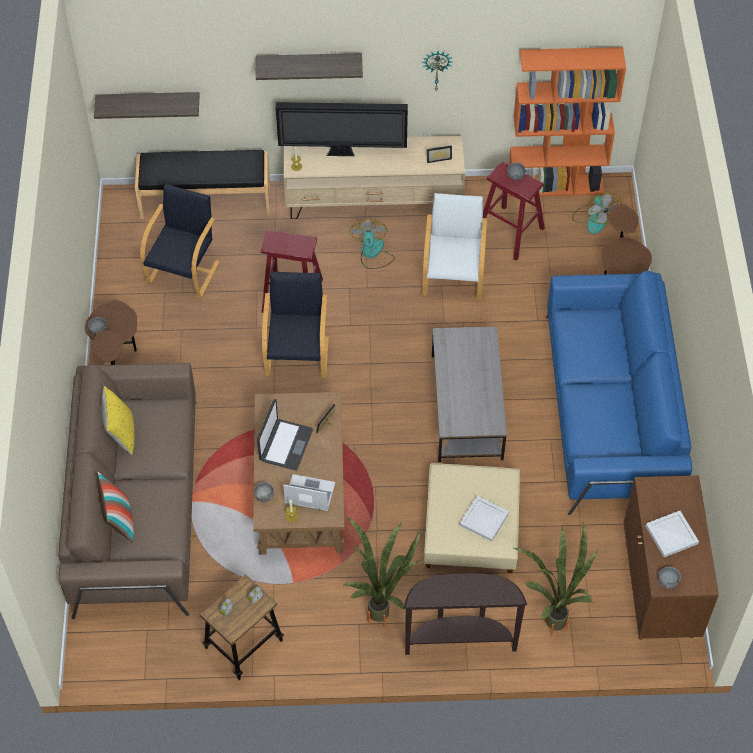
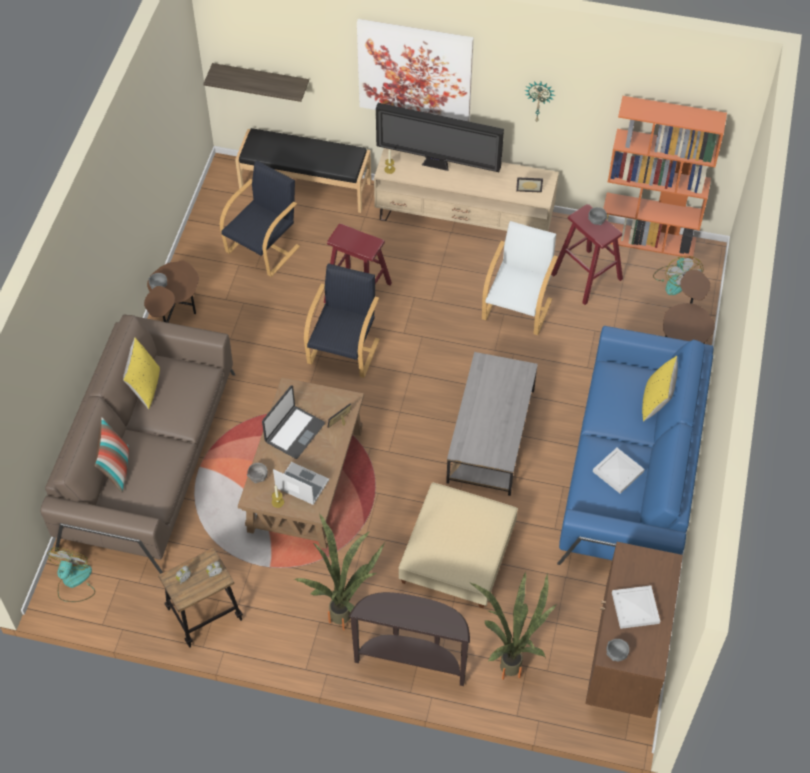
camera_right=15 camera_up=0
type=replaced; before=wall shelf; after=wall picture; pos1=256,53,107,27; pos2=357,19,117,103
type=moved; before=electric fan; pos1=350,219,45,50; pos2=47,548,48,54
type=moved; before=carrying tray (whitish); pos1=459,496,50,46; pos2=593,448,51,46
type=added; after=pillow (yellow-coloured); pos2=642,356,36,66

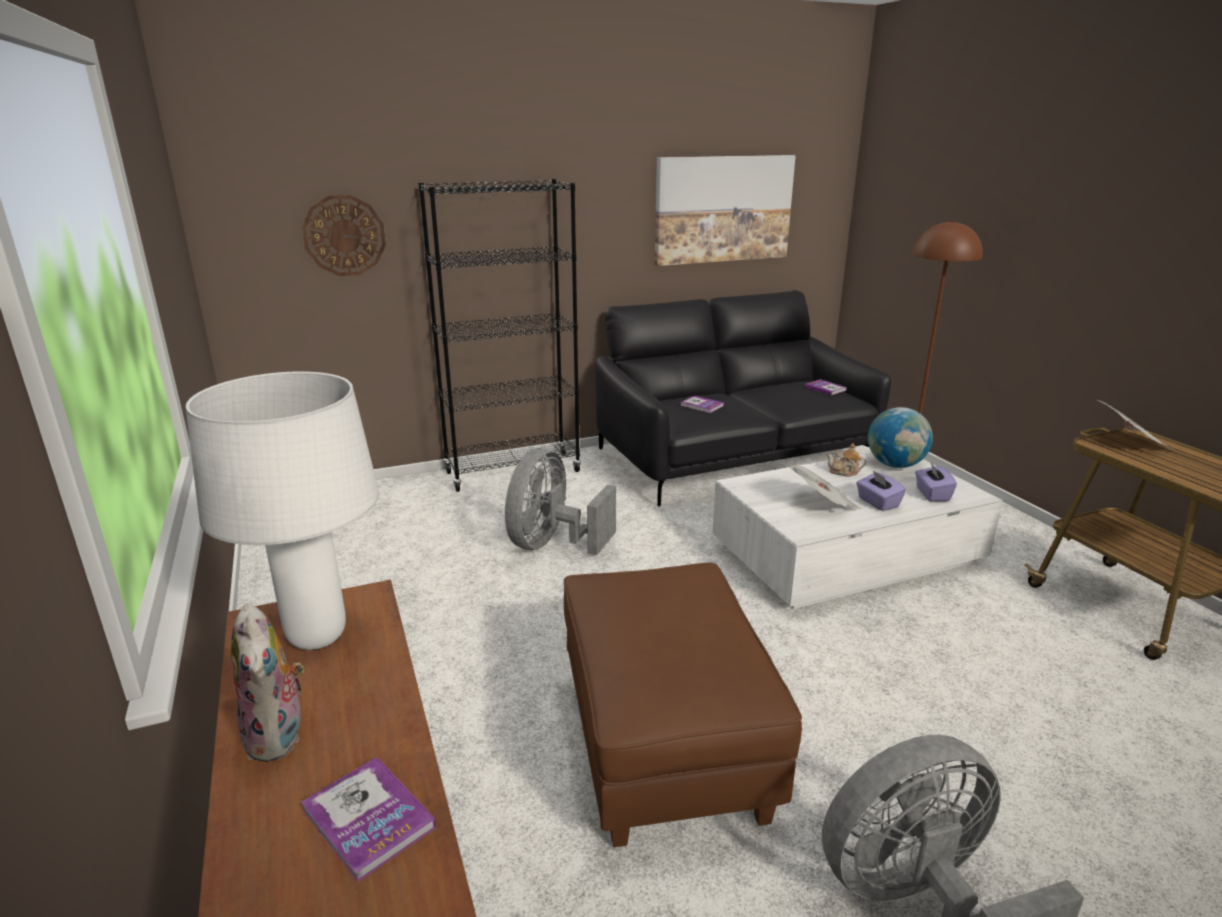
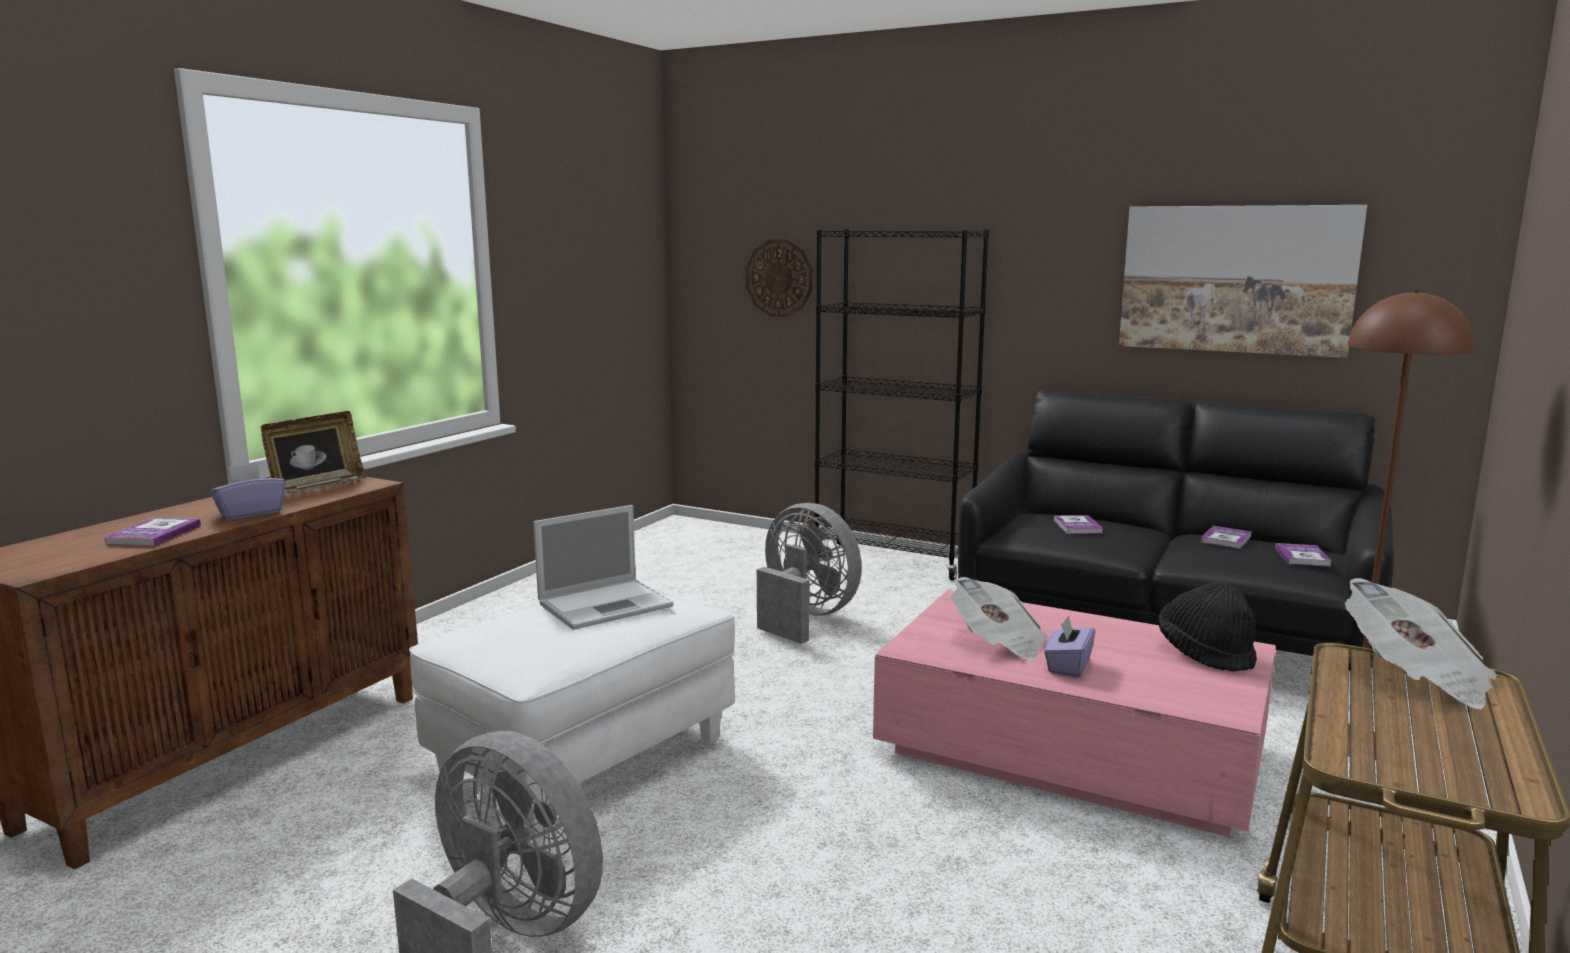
camera_right=50 camera_up=-10
type=replaced; before=lamp for a table (whitish); after=picture frame; pos1=186,371,193,279; pos2=261,411,105,85
type=replaced; before=desk globe; after=wearable hat (blackish); pos1=868,407,65,61; pos2=1158,582,99,90
type=removed; before=pot for tea; pos1=827,443,40,34
type=turned; before=electric fan (gray); pos1=505,448,111,107; pos2=757,503,105,141; turn=60
type=recoloured; before=lounge table (whitish); after=lounge table (pink); pos1=712,452,291,157; pos2=873,590,403,247
type=moved; before=tissue holder (purplish); pos1=915,463,42,38; pos2=210,463,76,57
type=recoloured; before=footrest (brownish); after=footrest (whitish); pos1=564,563,238,284; pos2=409,589,326,245
type=removed; before=plush toy; pos1=231,603,73,159
type=added; after=portable computer; pos2=533,505,140,125
type=added; after=volume; pos2=1200,526,52,23

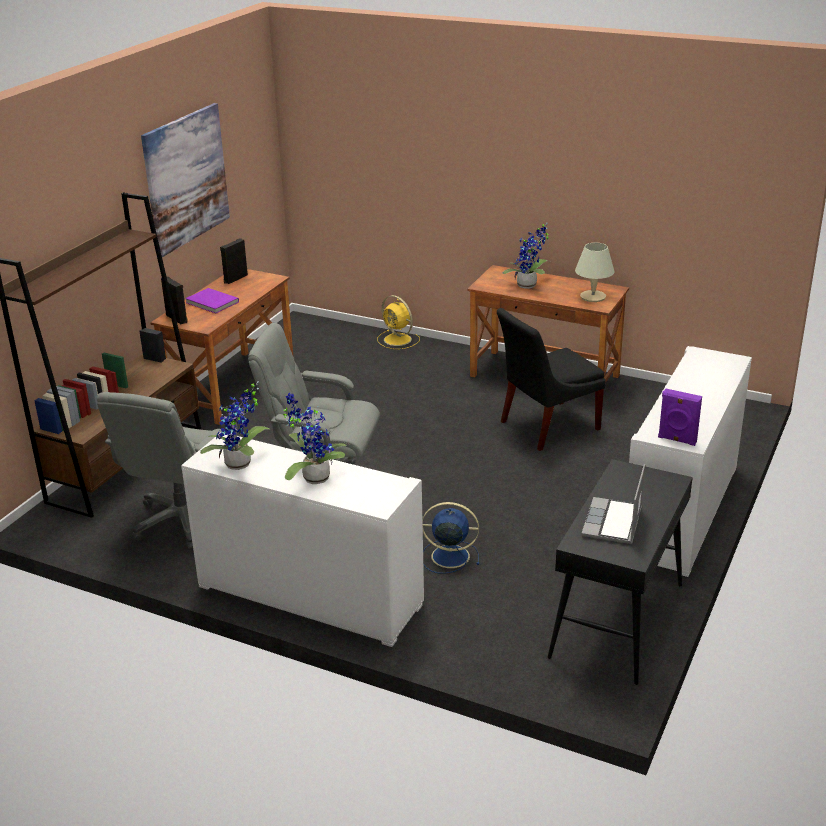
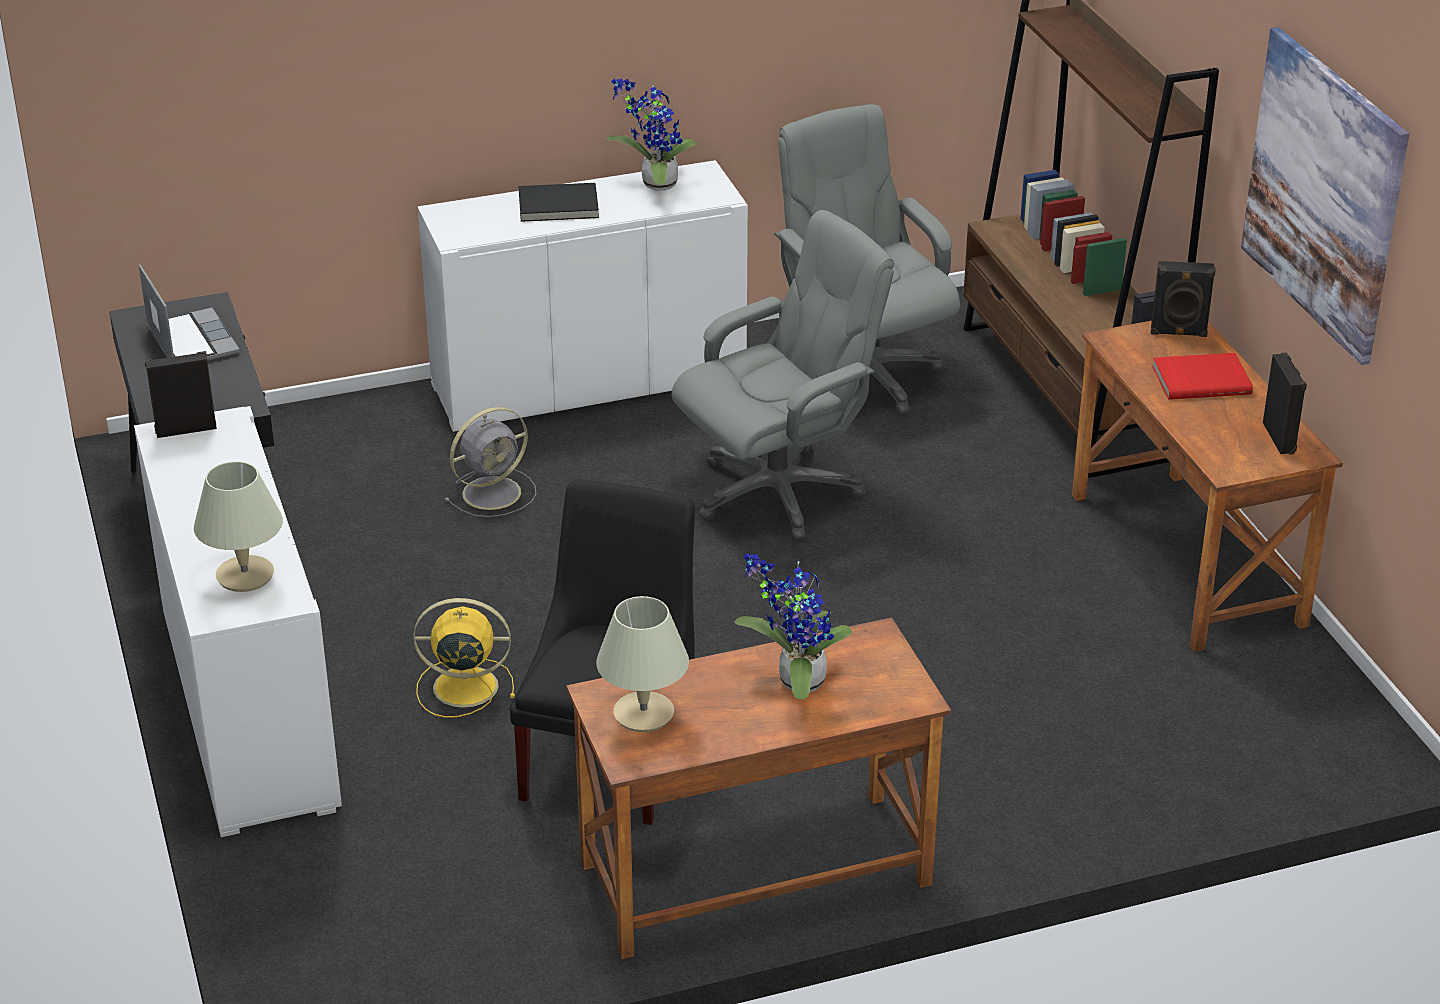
camera_right=135 camera_up=5
type=recoloured; before=volume (purplish); after=volume (red-coloured); pos1=185,288,54,25; pos2=1152,353,101,47
type=moved; before=electric fan (yellow-coloured); pos1=377,295,43,54; pos2=413,598,102,120
type=recoloured; before=speaker (purplish); after=speaker (blackish); pos1=658,388,44,58; pos2=144,351,73,87
type=replaced; before=houseplant; after=volume (blackish); pos1=283,393,64,91; pos2=519,183,80,39
type=recoloured; before=electric fan (bluish); after=electric fan (gray); pos1=422,502,57,72; pos2=444,407,92,110
type=added; after=lamp for a table (sand-coloured); pos2=194,461,89,131

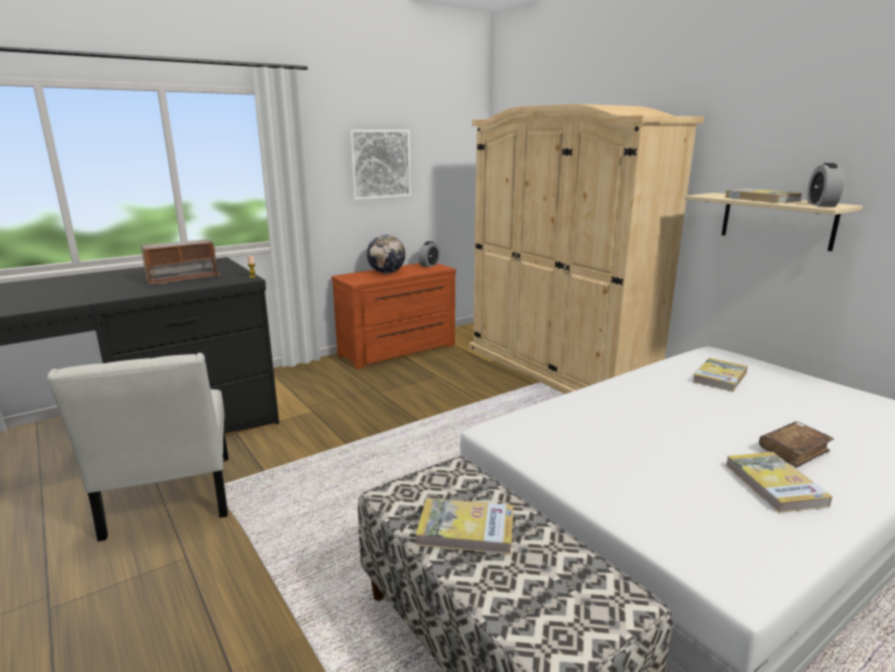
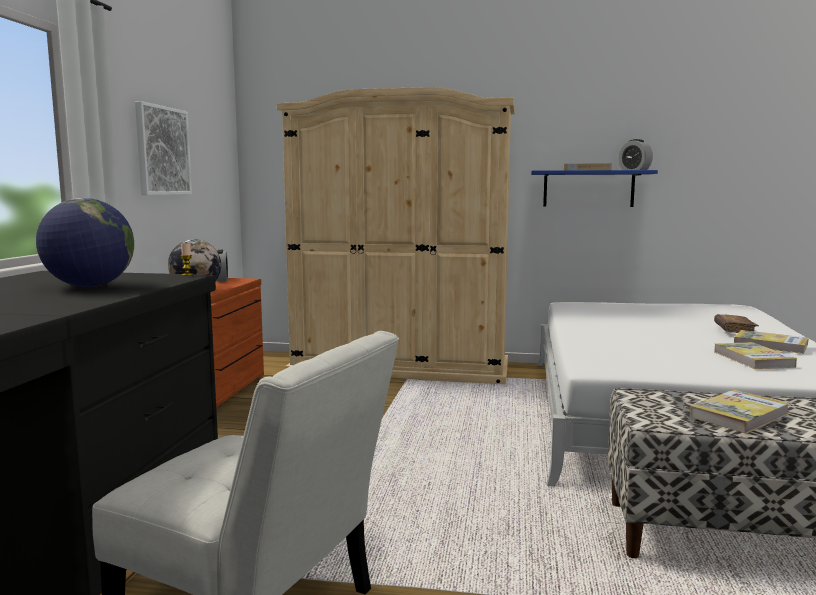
camera_right=-45 camera_up=-10
type=recoloured; before=wall shelf (sand-coloured); after=wall shelf (bluish); pos1=685,193,178,58; pos2=531,170,127,37
type=replaced; before=radio; after=desk globe; pos1=141,239,80,46; pos2=36,198,98,89
type=moved; before=volume; pos1=692,358,56,34; pos2=714,342,83,27

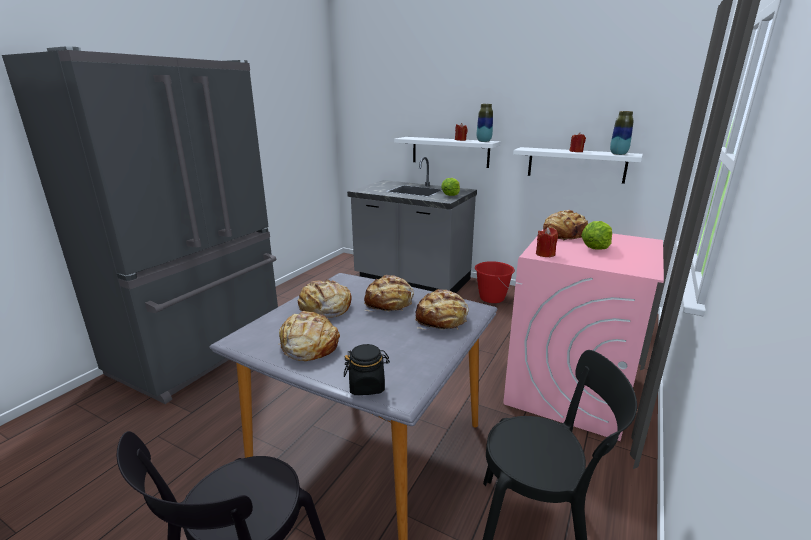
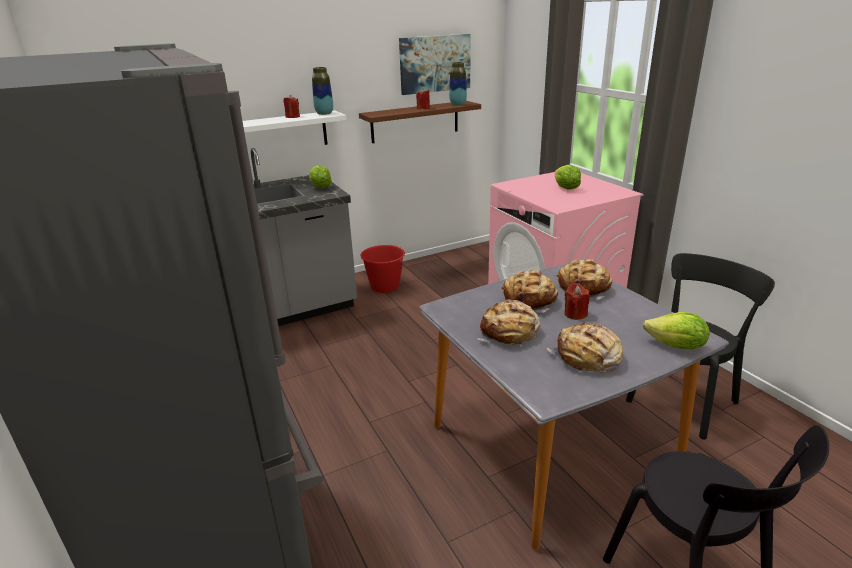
camera_right=-55 camera_up=5
type=recoloured; before=wall shelf (whitish); after=wall shelf (brownish); pos1=513,147,130,37; pos2=359,101,122,42
type=removed; before=bread; pos1=543,210,45,30
type=moved; before=candle (red-coloured); pos1=536,227,22,30; pos2=564,283,26,37
type=replaced; before=storage jar (blackish); after=head of lettuce; pos1=344,344,46,51; pos2=643,312,67,37
type=added; after=wall picture; pos2=399,34,72,61

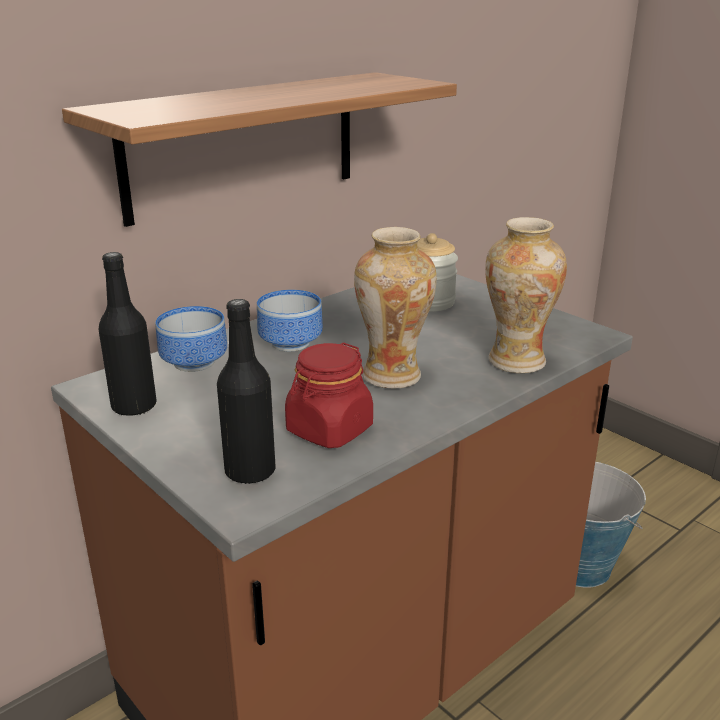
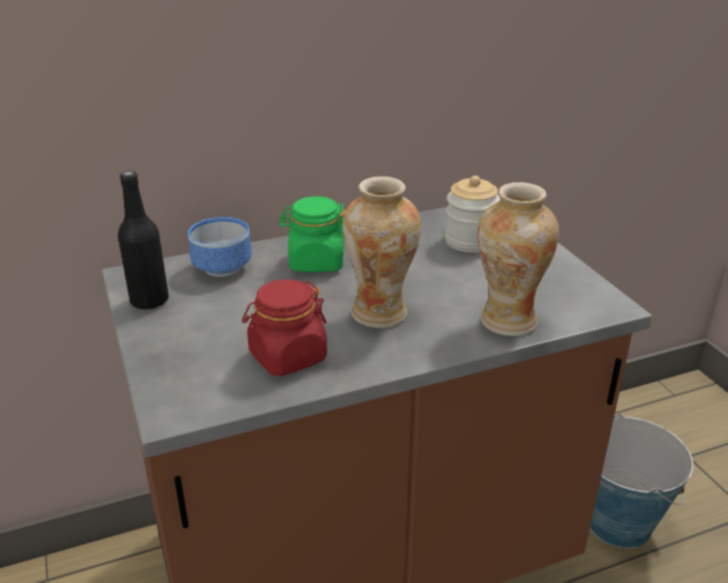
camera_right=20 camera_up=5
type=removed; before=wall shelf; pos1=62,72,395,155
type=replaced; before=serving bowl; after=storage jar (greenish); pos1=257,290,66,61; pos2=279,196,67,76
type=removed; before=beverage bottle (blackish); pos1=217,299,58,185

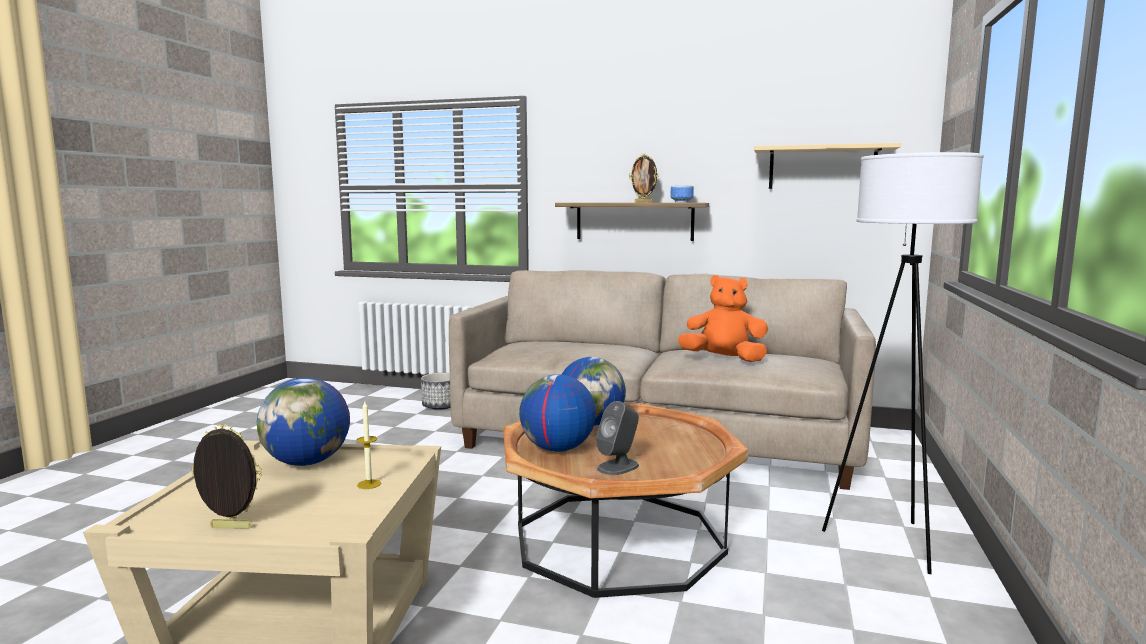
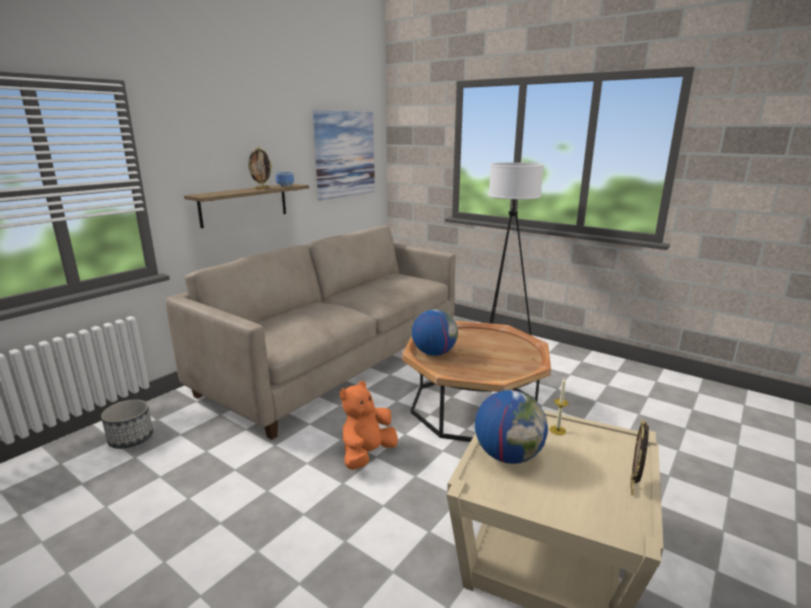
camera_right=-70 camera_up=10
type=replaced; before=wall shelf (sand-coloured); after=wall picture; pos1=754,143,147,46; pos2=313,110,62,90
type=moved; before=plush toy (orangey); pos1=678,275,90,87; pos2=340,381,58,89
type=removed; before=desk globe; pos1=519,374,77,78
type=removed; before=speaker (gray); pos1=596,401,43,74

